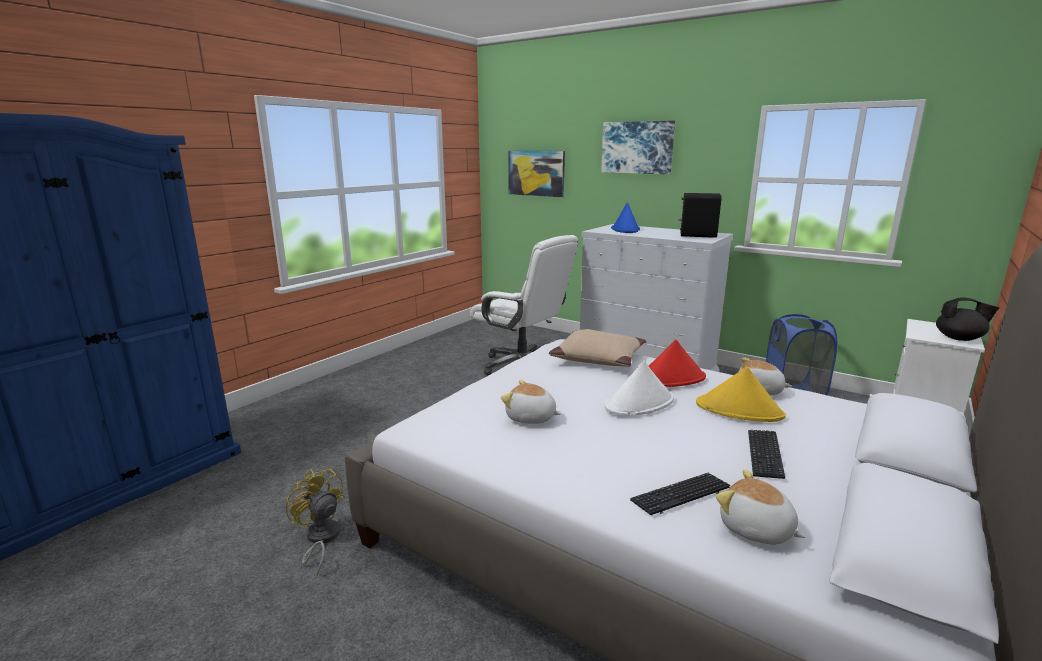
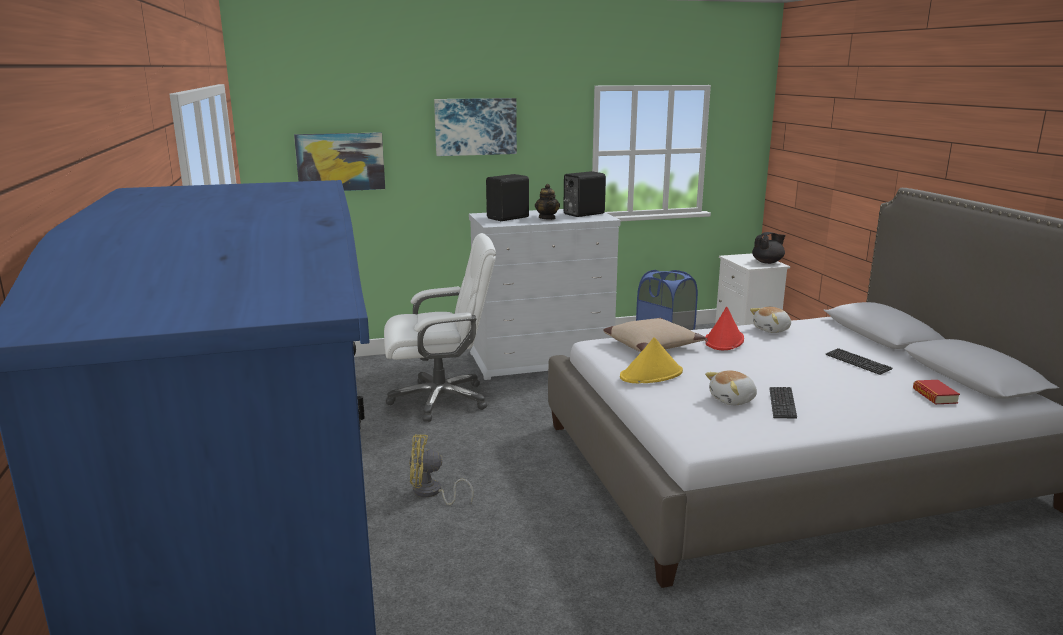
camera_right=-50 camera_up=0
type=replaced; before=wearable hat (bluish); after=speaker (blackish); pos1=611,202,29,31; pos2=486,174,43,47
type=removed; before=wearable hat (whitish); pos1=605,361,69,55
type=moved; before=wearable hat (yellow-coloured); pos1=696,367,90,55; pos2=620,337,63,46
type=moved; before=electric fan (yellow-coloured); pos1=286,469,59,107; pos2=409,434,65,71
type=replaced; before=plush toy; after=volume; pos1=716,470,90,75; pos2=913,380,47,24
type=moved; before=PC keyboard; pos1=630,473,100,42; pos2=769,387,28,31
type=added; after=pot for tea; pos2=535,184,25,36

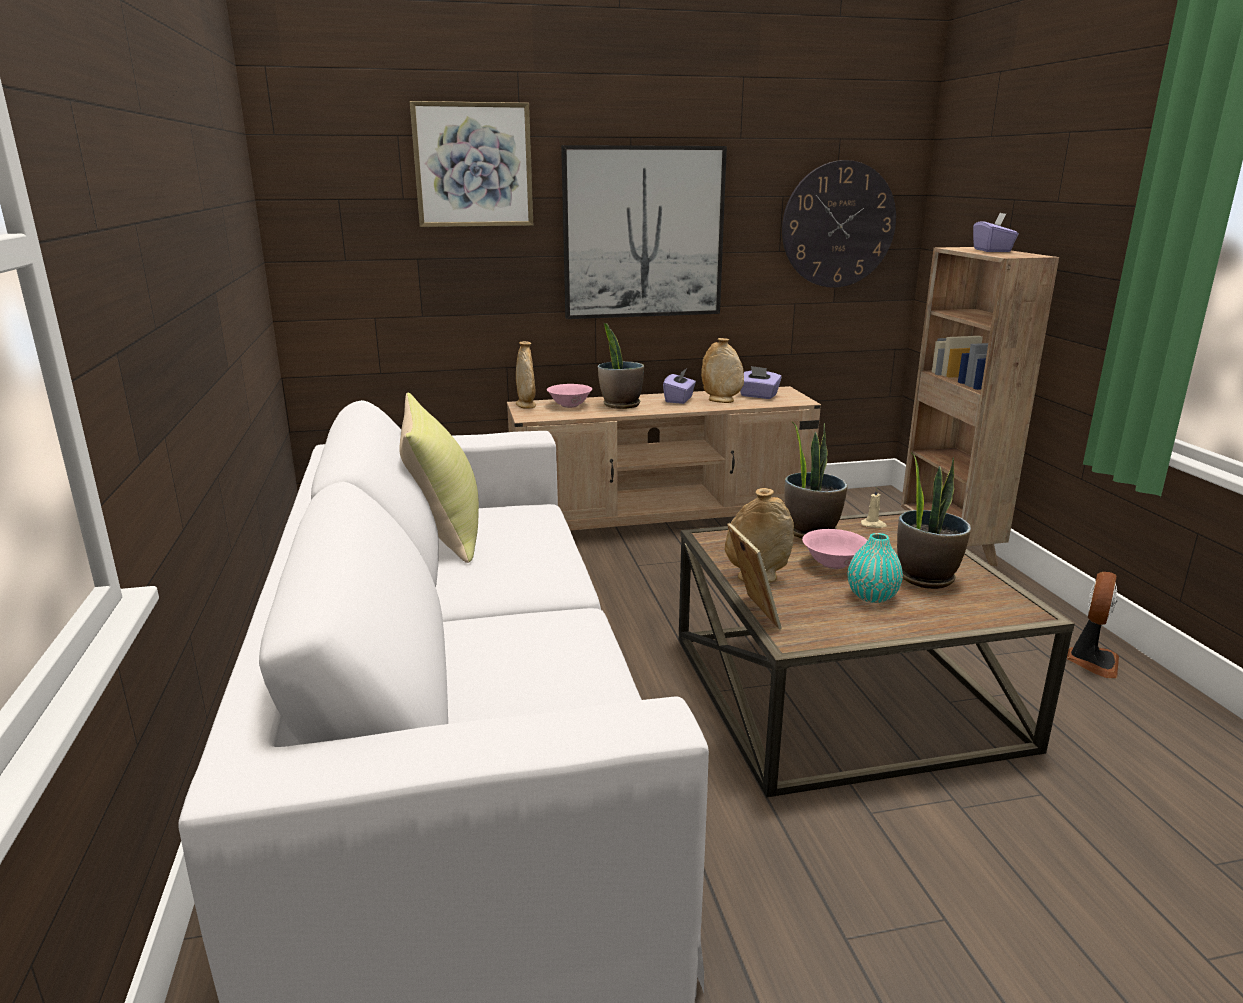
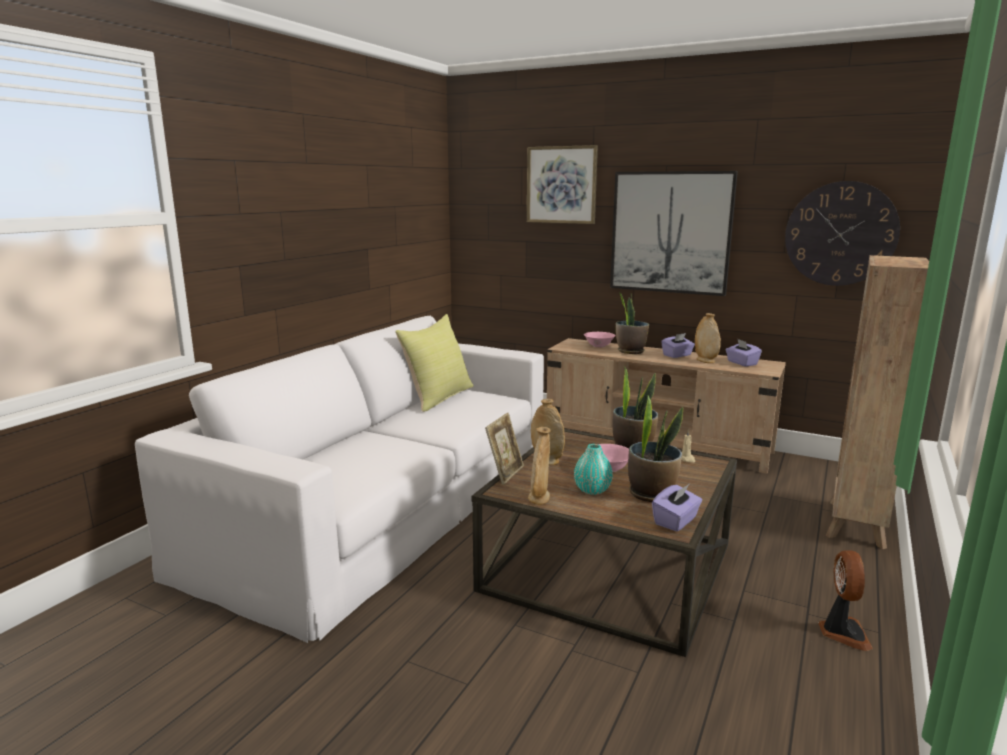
camera_right=40 camera_up=-5
type=moved; before=tissue holder (purplish); pos1=973,213,46,39; pos2=652,484,50,48
type=moved; before=flower vase (sand-coloured); pos1=516,341,20,68; pos2=528,427,23,78
type=turned; before=electric fan; pos1=1067,572,52,106; pos2=818,550,55,101; turn=-60

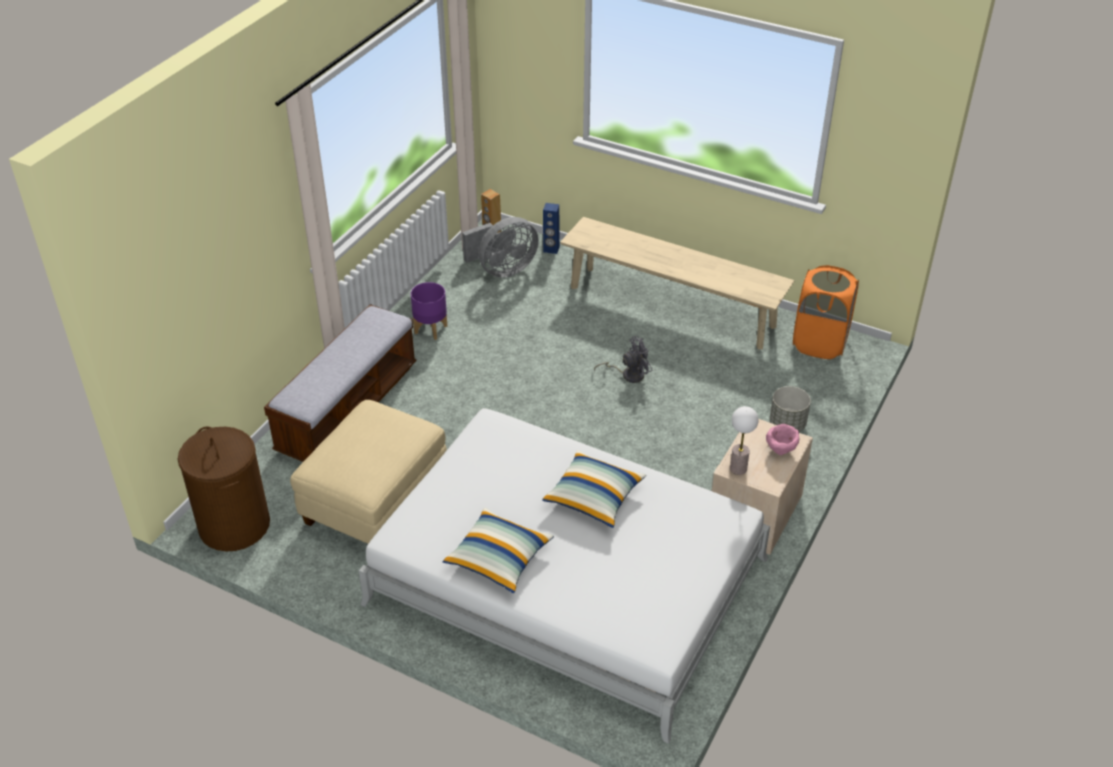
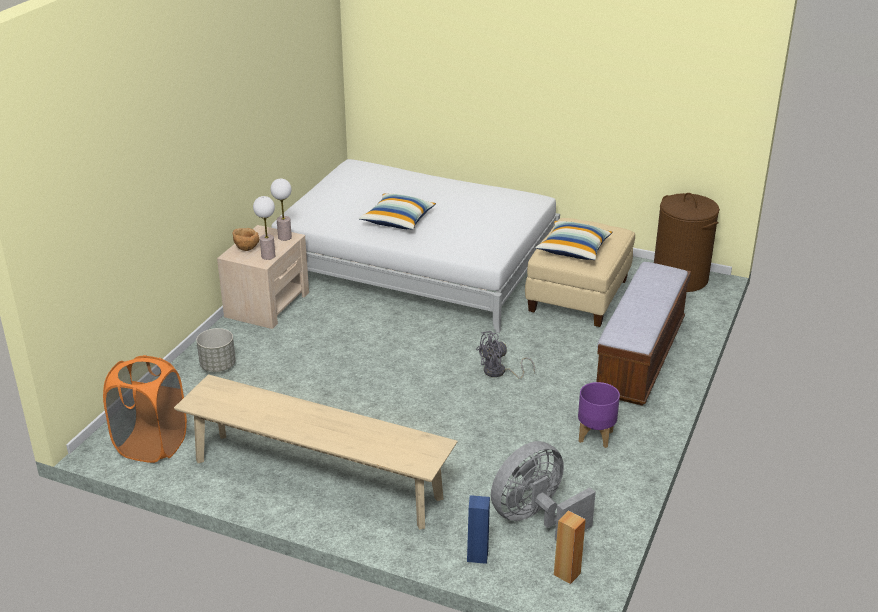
camera_right=175 camera_up=-10
type=moved; before=electric fan (gray); pos1=594,336,58,47; pos2=476,331,59,48
type=recoloured; before=serving bowl (pink); after=serving bowl (brownish); pos1=766,424,33,31; pos2=232,228,27,23
type=moved; before=pillow; pos1=443,508,111,85; pos2=536,221,76,39
type=added; after=lamp for a table; pos2=253,196,22,64

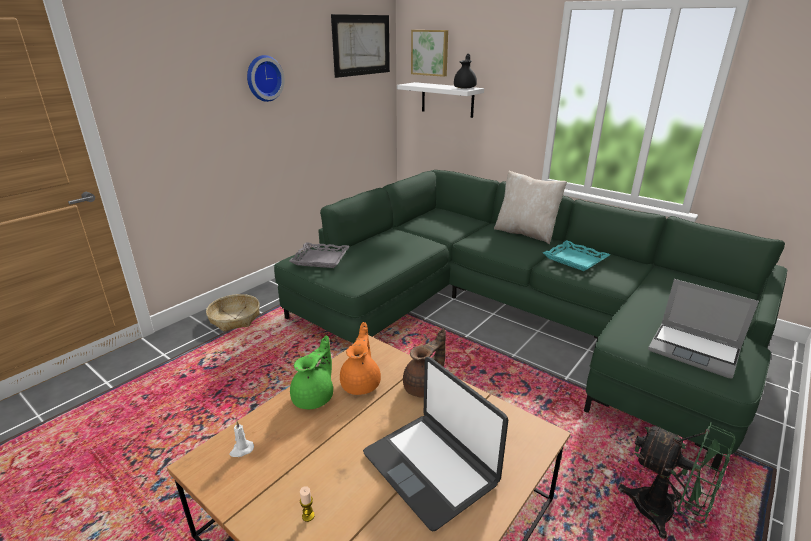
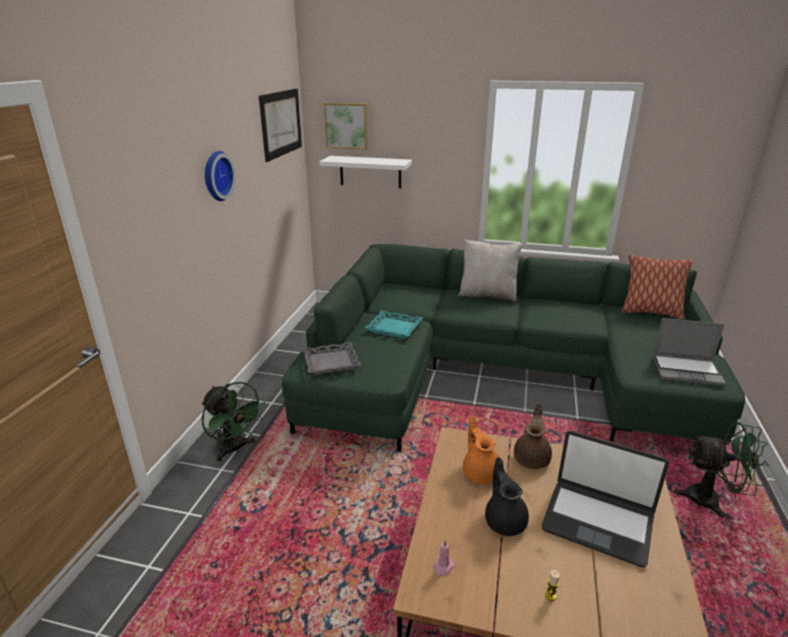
camera_right=-25 camera_up=0
type=moved; before=pot for tea (blackish); pos1=454,54,23,35; pos2=485,457,44,79
type=moved; before=carrying tray (blue-green); pos1=543,240,67,31; pos2=365,310,57,29
type=replaced; before=storage basket; after=electric fan (greenish); pos1=206,294,54,38; pos2=202,382,63,80
type=removed; before=pot for tea (greenish); pos1=290,335,43,74
type=recoloured; before=candle (whitish); after=candle (pink); pos1=230,421,24,36; pos2=434,540,20,36
type=added; after=pillow; pos2=622,254,71,66

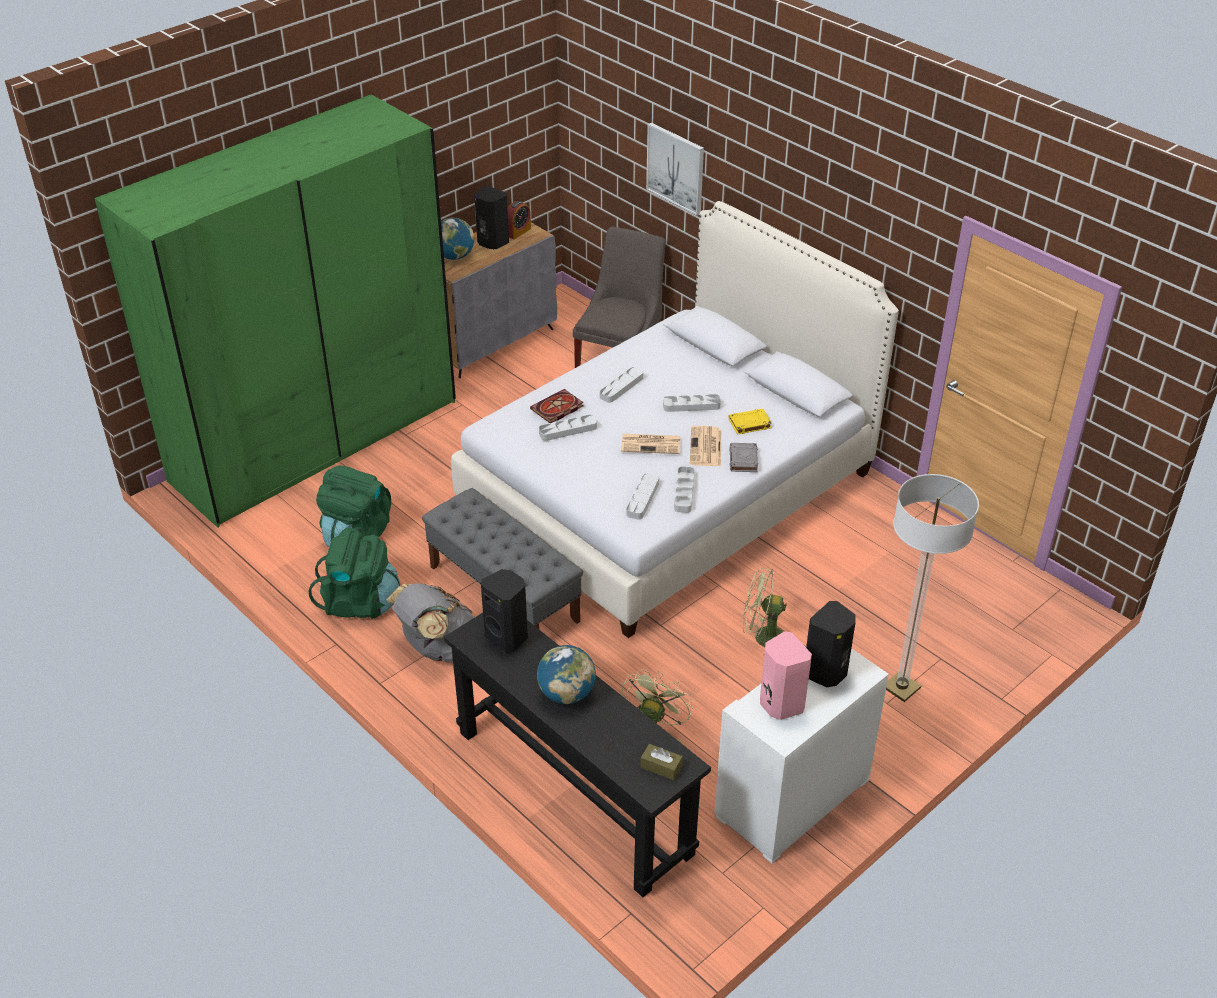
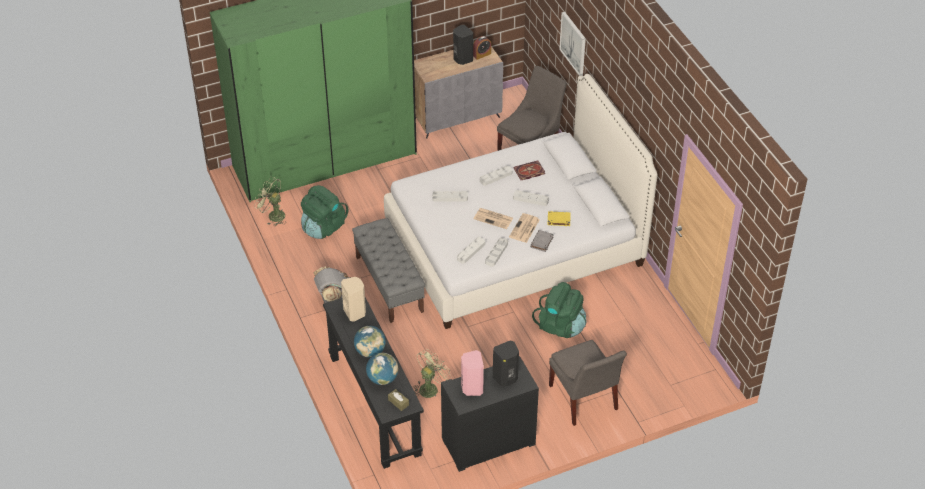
camera_right=20 camera_up=5
type=moved; before=desk globe; pos1=441,218,33,42; pos2=366,353,32,32
type=moved; before=volume; pos1=530,389,54,34; pos2=514,160,31,20
type=replaced; before=standing lamp; after=upright chair (gray); pos1=886,474,93,228; pos2=549,340,78,86
type=moved; before=knapsack (greenish); pos1=309,528,91,91; pos2=532,282,54,56
type=moved; before=electric fan (greenish); pos1=743,568,44,79; pos2=254,177,32,49
type=recoloured; before=speaker (blackish); after=speaker (sand-coloured); pos1=481,569,47,83; pos2=341,277,25,45
type=recoloured; before=dresser (whitish); after=dresser (blackish); pos1=714,648,175,215; pos2=441,356,98,116

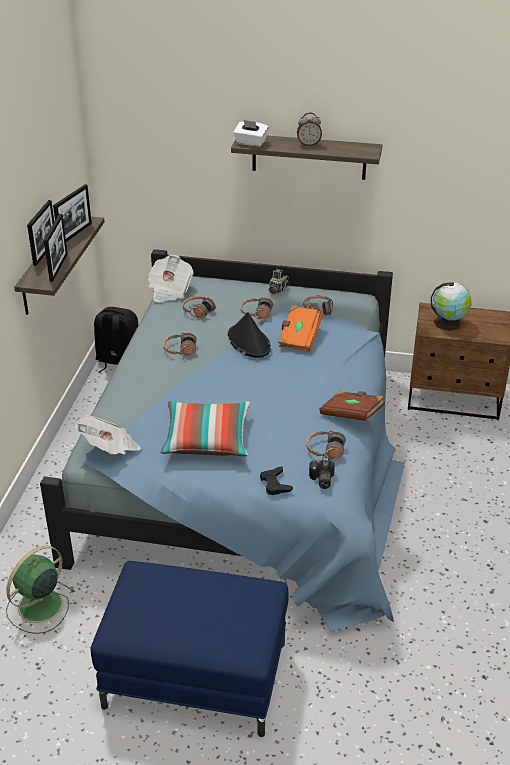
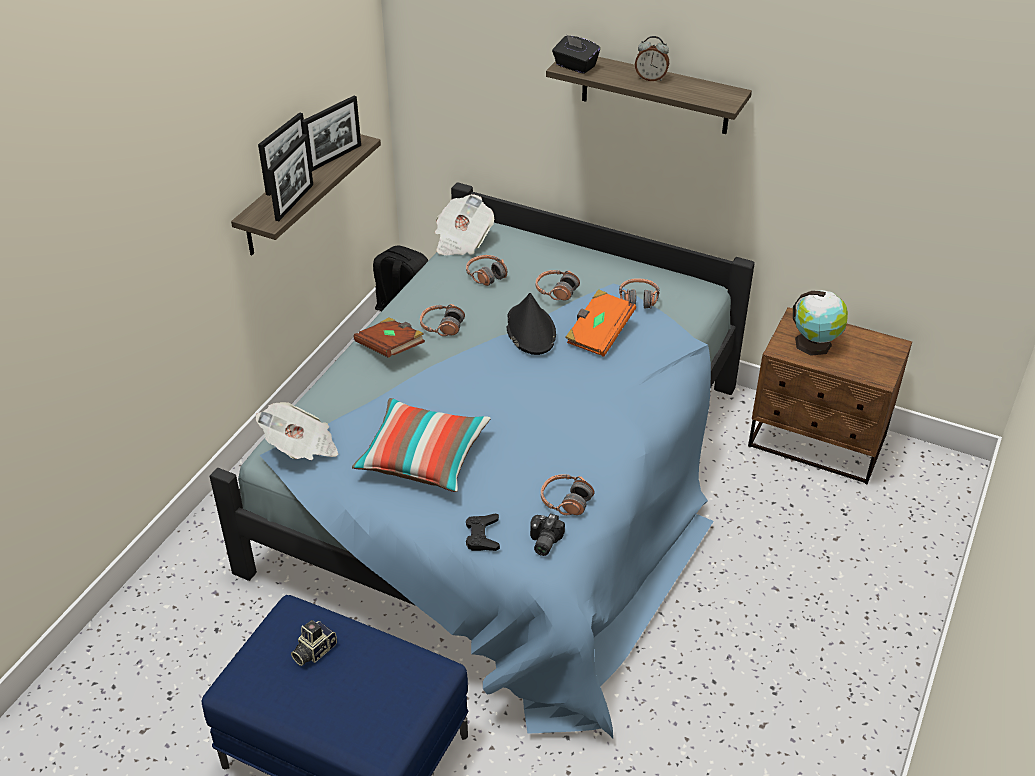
camera_right=15 camera_up=5
type=recoloured; before=tissue holder (whitish); after=tissue holder (blackish); pos1=233,120,36,27; pos2=552,35,48,39
type=moved; before=photo camera; pos1=268,269,20,26; pos2=291,620,46,46
type=moved; before=volume (brownish); pos1=319,390,66,31; pos2=354,317,71,41
type=removed; before=electric fan (greenish); pos1=6,546,69,88

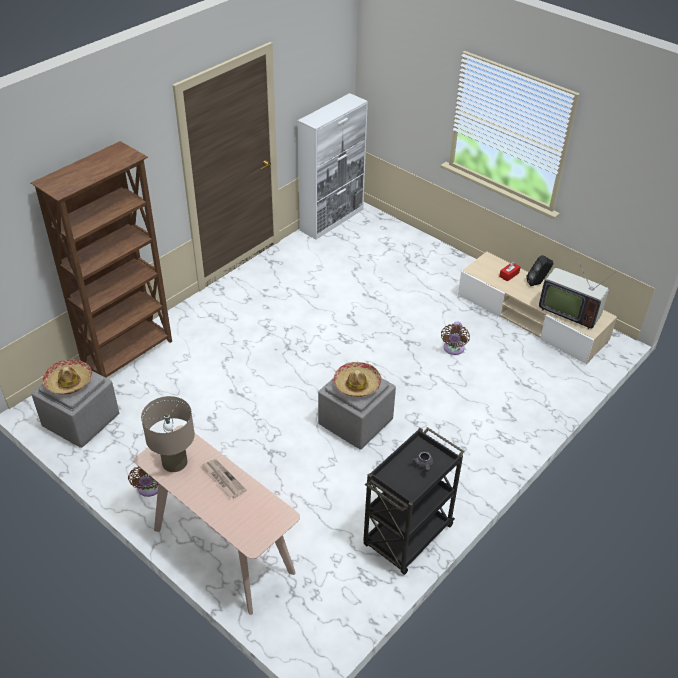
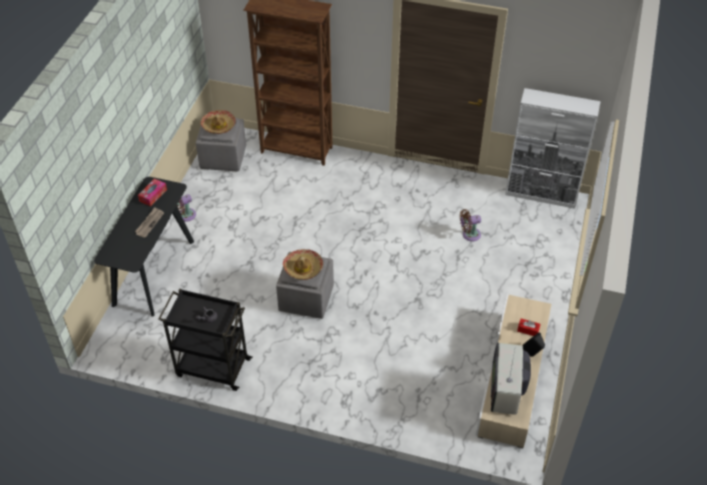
camera_right=65 camera_up=5
type=moved; before=electric fan (brownish); pos1=441,321,29,34; pos2=460,209,21,32
type=replaced; before=lamp for a table (sand-coloured); after=tissue holder; pos1=141,396,54,76; pos2=138,179,29,27
type=recoloured; before=hall table (sand-coloured); after=hall table (blackish); pos1=134,425,166,190; pos2=94,177,100,140

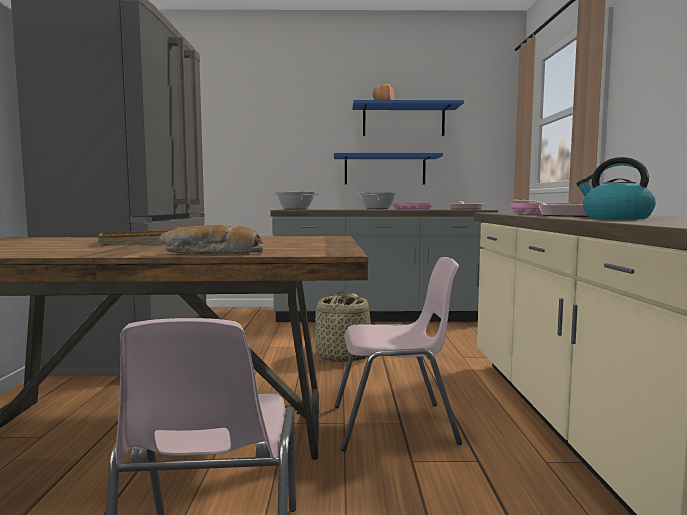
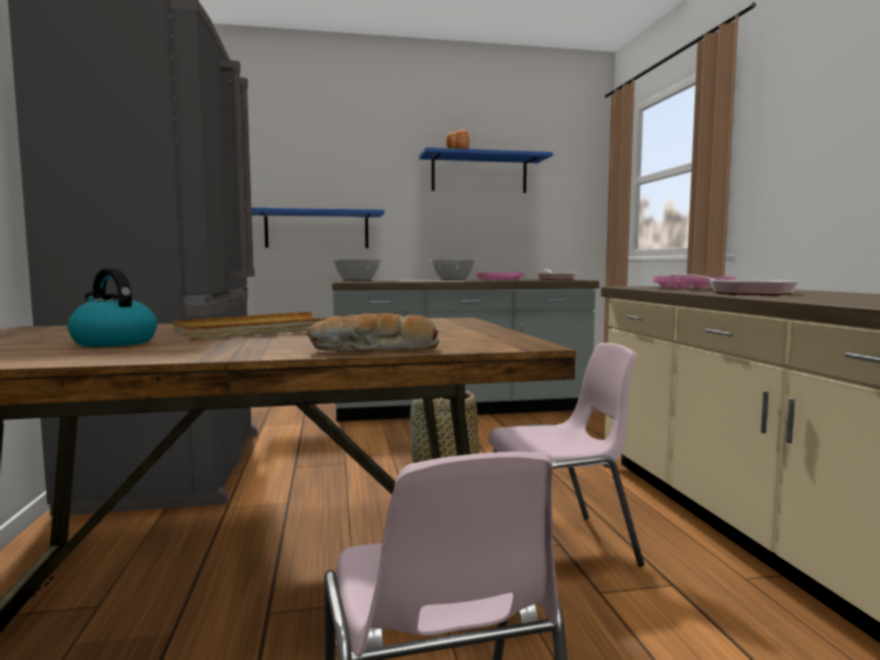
camera_right=-10 camera_up=0
type=moved; before=wall shelf (bluish); pos1=334,153,109,31; pos2=251,207,134,41
type=moved; before=tea kettle; pos1=577,157,79,62; pos2=67,268,90,79

